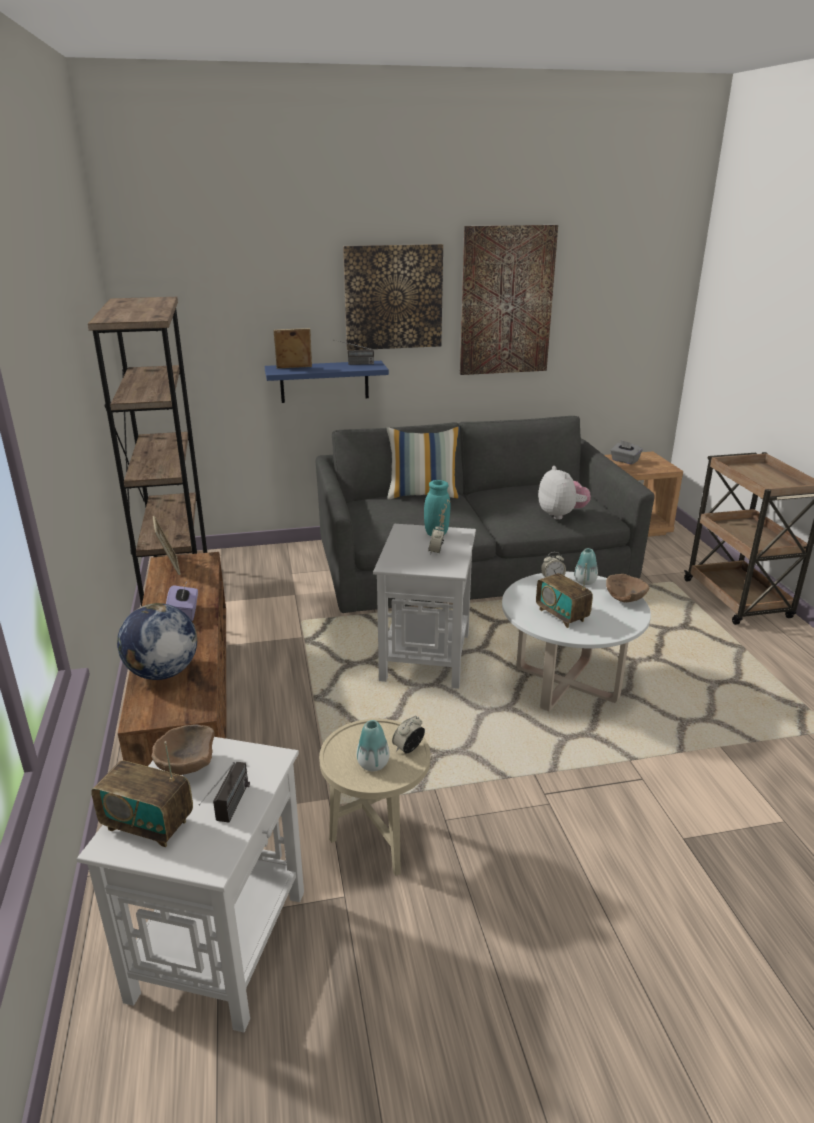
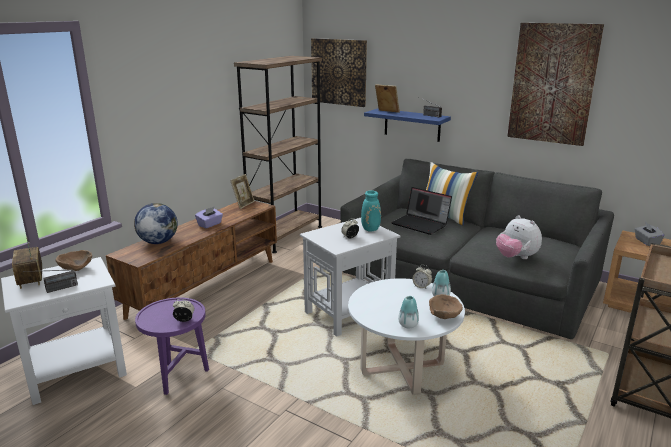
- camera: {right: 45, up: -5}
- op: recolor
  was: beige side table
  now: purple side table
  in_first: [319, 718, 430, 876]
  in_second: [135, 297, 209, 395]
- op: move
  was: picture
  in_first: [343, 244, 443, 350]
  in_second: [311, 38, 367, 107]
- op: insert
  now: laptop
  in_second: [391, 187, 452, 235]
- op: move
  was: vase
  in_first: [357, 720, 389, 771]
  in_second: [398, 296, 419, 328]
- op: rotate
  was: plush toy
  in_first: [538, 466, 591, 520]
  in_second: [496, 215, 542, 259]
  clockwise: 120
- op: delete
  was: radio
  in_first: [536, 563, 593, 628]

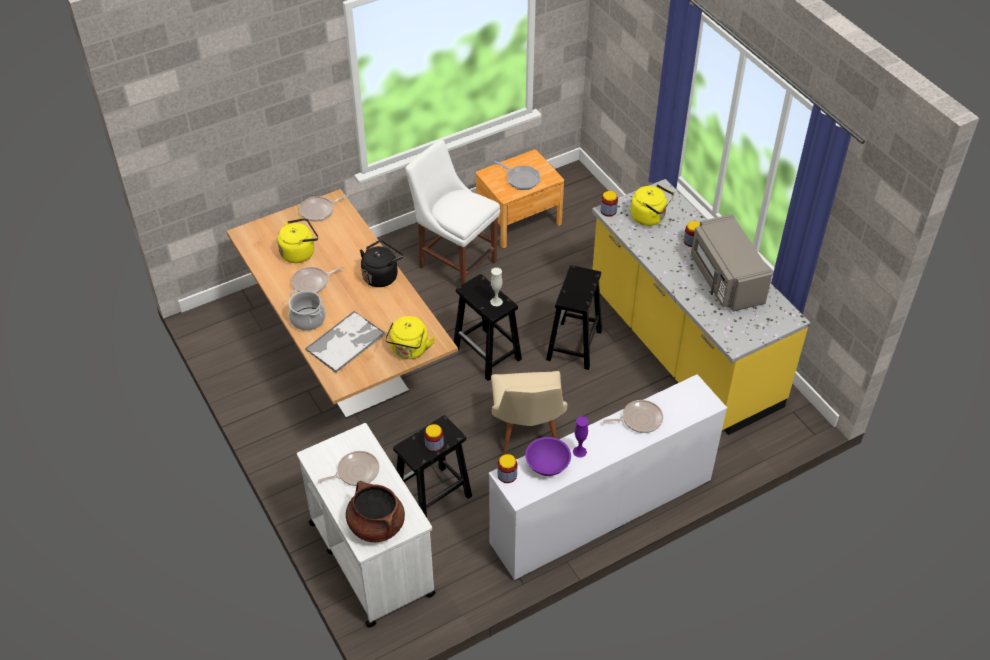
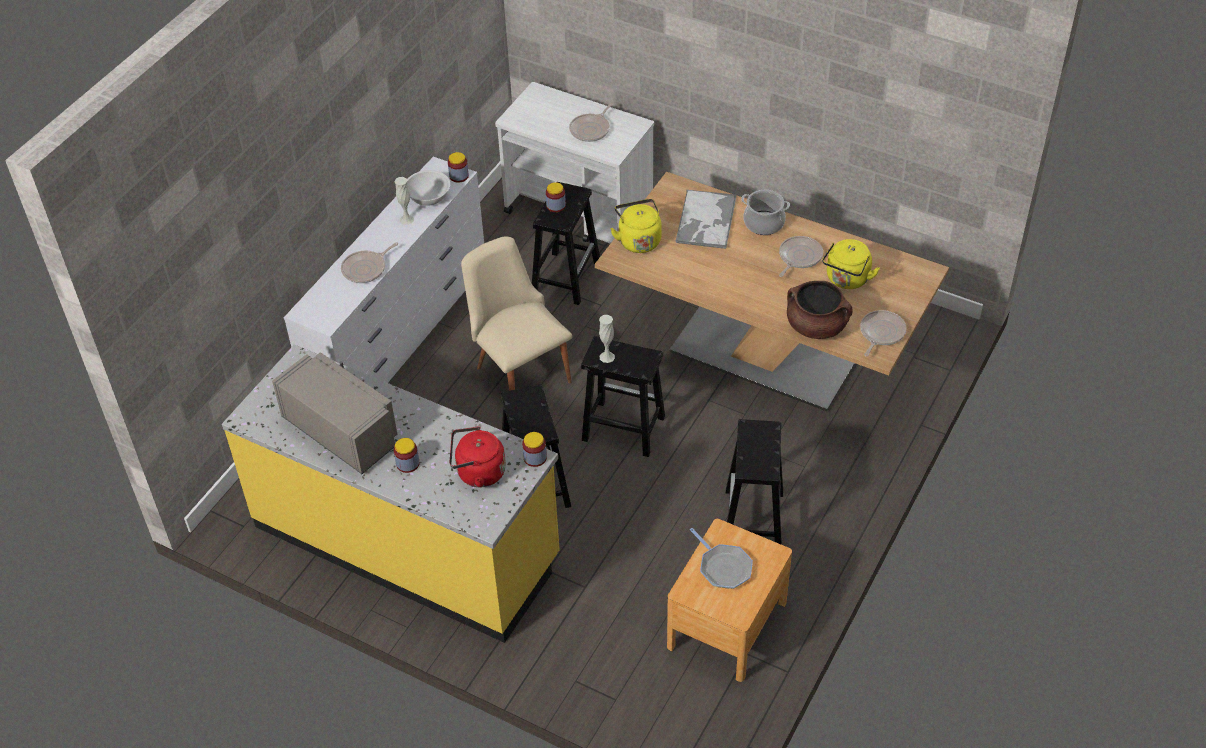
- camera: {right: 150, up: 0}
- op: recolor
  was: purple vase
  now: white vase
  in_first: [573, 416, 589, 458]
  in_second: [394, 177, 414, 225]
- op: recolor
  was: purple bowl
  now: white bowl
  in_first: [525, 437, 571, 476]
  in_second: [407, 170, 450, 206]
- op: recolor
  was: yellow kettle
  now: red kettle
  in_first: [631, 184, 674, 226]
  in_second: [450, 427, 506, 487]
- op: rotate
  was: frying pan
  in_first: [495, 161, 540, 190]
  in_second: [690, 528, 753, 589]
  clockwise: -135
- op: replace
  was: white chair
  now: black stool
  in_first: [405, 140, 500, 285]
  in_second: [726, 419, 783, 545]
- op: move
  was: brown cooking pot
  in_first: [346, 481, 405, 542]
  in_second: [787, 281, 853, 339]
- op: delete
  was: black kettle
  in_first: [360, 240, 404, 287]

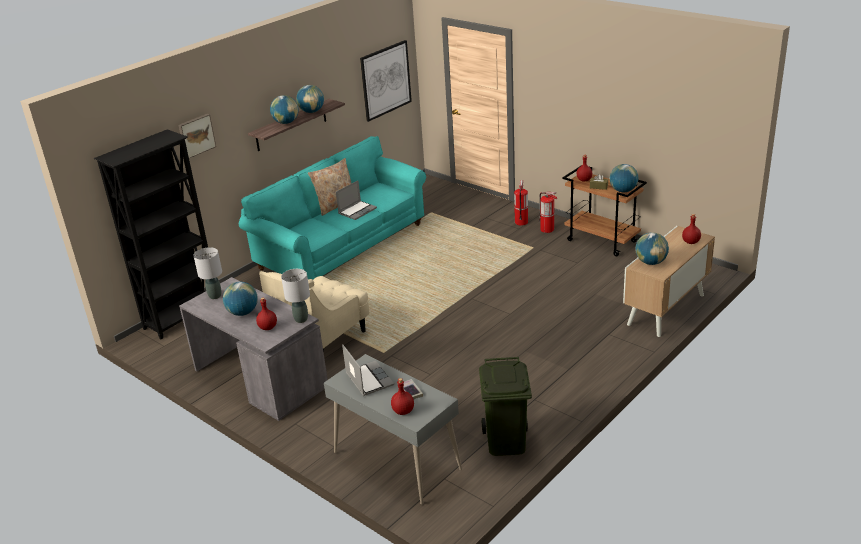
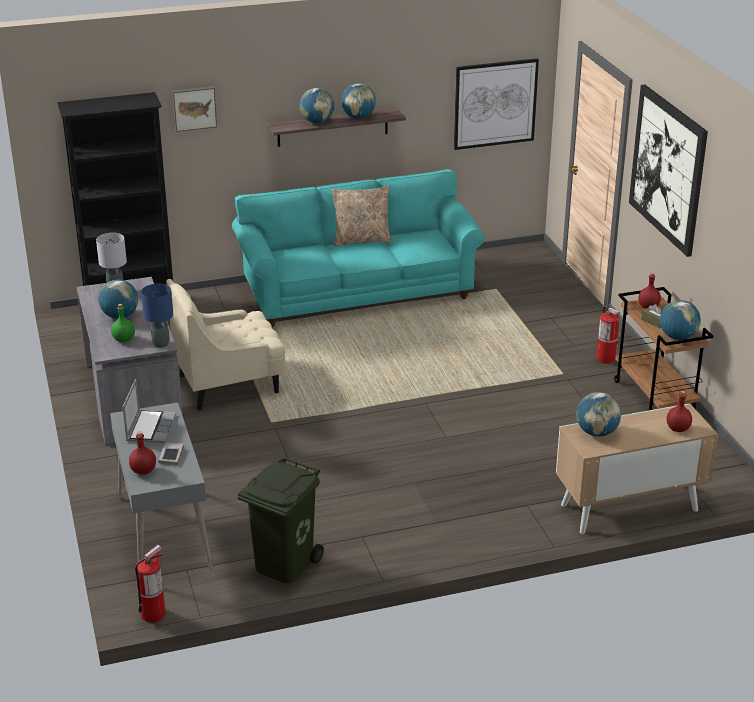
- camera: {right: 30, up: 0}
- op: recolor
  was: red bottle
  now: green bottle
  in_first: [256, 298, 277, 330]
  in_second: [111, 304, 135, 342]
- op: move
  was: fire extinguisher
  in_first: [514, 180, 528, 225]
  in_second: [135, 545, 165, 622]
- op: recolor
  was: grey table lamp
  now: blue table lamp
  in_first: [281, 269, 310, 323]
  in_second: [141, 284, 173, 348]
- op: insert
  now: picture
  in_second: [629, 84, 708, 257]
- op: delete
  was: laptop
  in_first: [336, 180, 377, 220]

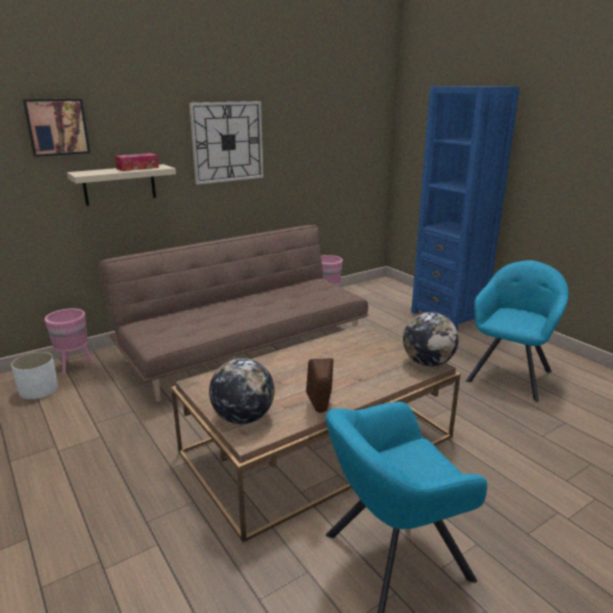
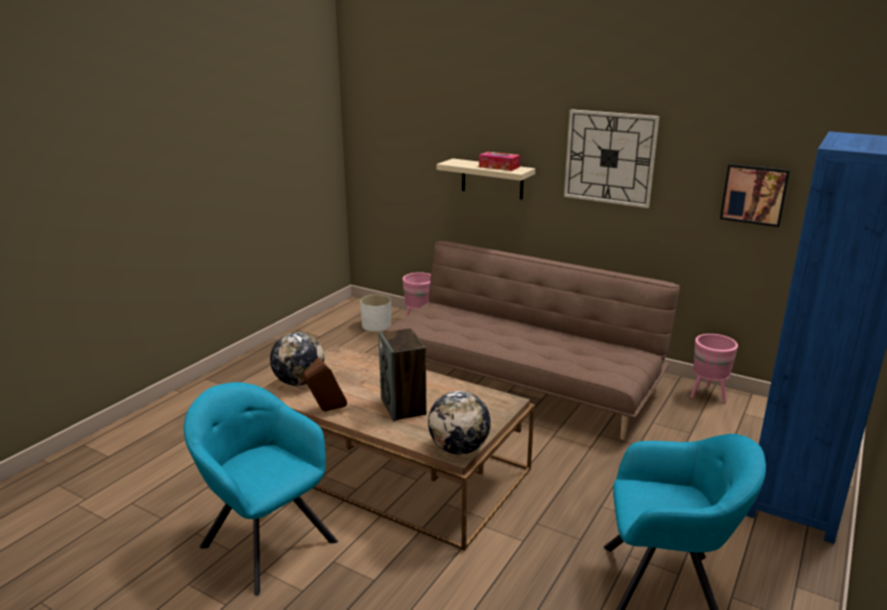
- camera: {right: 65, up: 0}
- op: insert
  now: speaker
  in_second: [379, 328, 426, 421]
- op: move
  was: picture
  in_first: [22, 98, 90, 157]
  in_second: [720, 163, 790, 227]

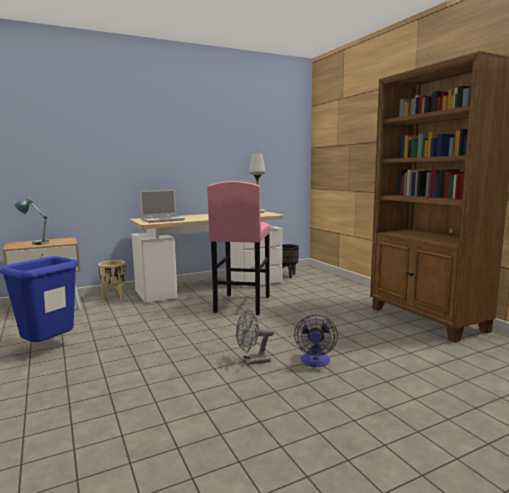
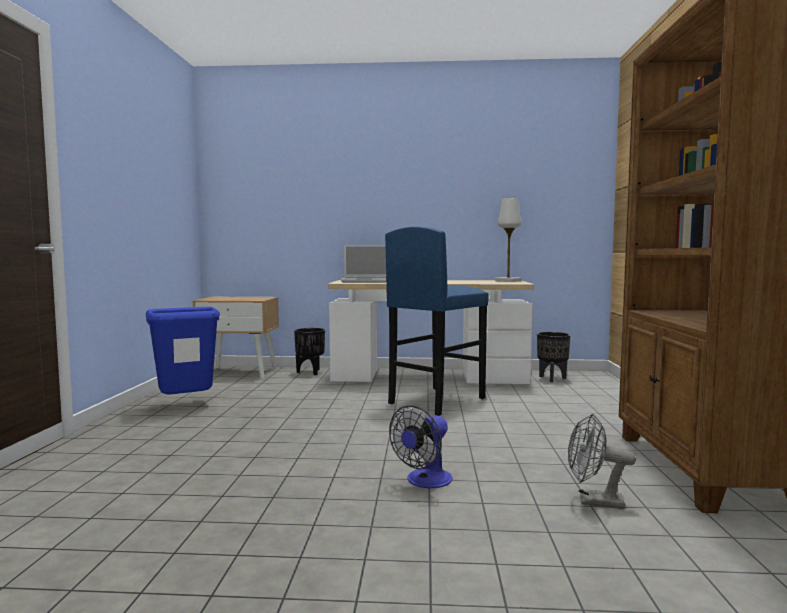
- camera: {right: 30, up: -5}
- op: recolor
  was: beige planter
  now: black planter
  in_first: [98, 260, 126, 300]
  in_second: [294, 328, 325, 375]
- op: recolor
  was: pink stool
  now: blue stool
  in_first: [207, 181, 270, 315]
  in_second: [385, 226, 489, 416]
- op: move
  was: grey fan
  in_first: [236, 309, 274, 365]
  in_second: [568, 414, 636, 509]
- op: delete
  was: table lamp
  in_first: [14, 198, 49, 245]

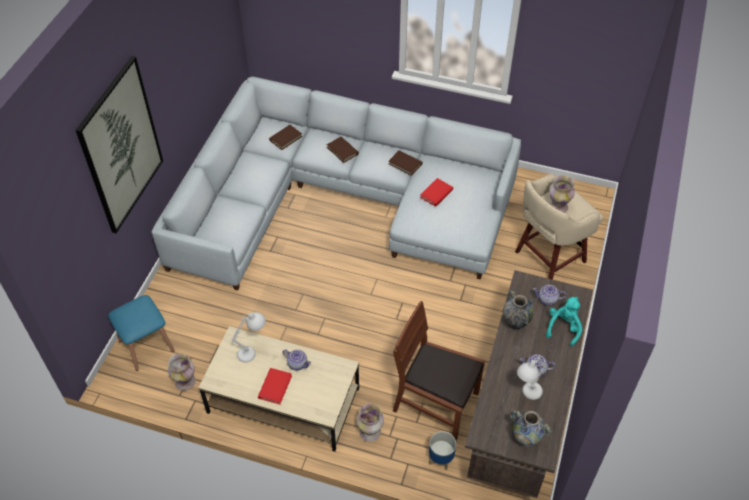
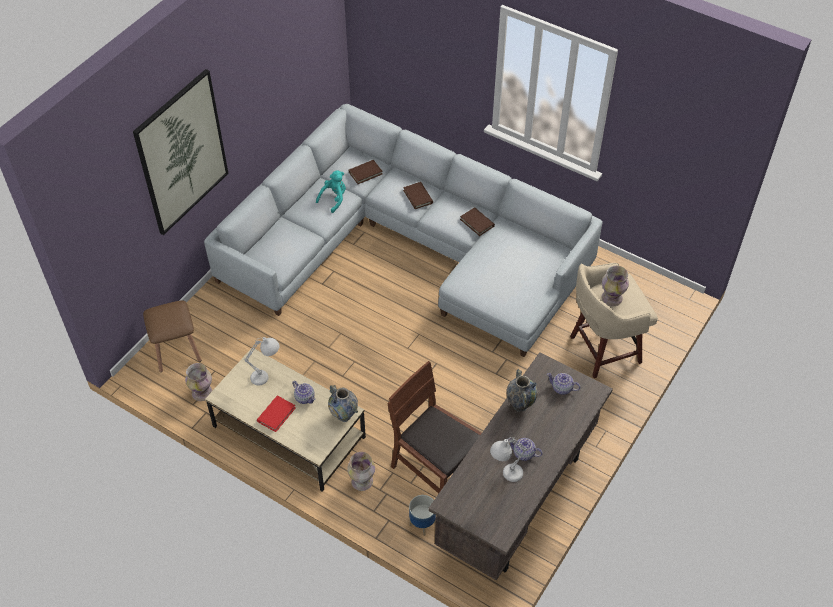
- camera: {right: 15, up: 0}
- op: recolor
  was: blue stool
  now: brown stool
  in_first: [108, 295, 175, 371]
  in_second: [143, 300, 201, 372]
- op: move
  was: turquoise plush toy
  in_first: [546, 297, 582, 347]
  in_second: [316, 171, 346, 213]
- op: move
  was: vase
  in_first: [509, 410, 552, 447]
  in_second: [328, 385, 358, 422]
- op: delete
  was: red book
  in_first: [420, 178, 453, 207]

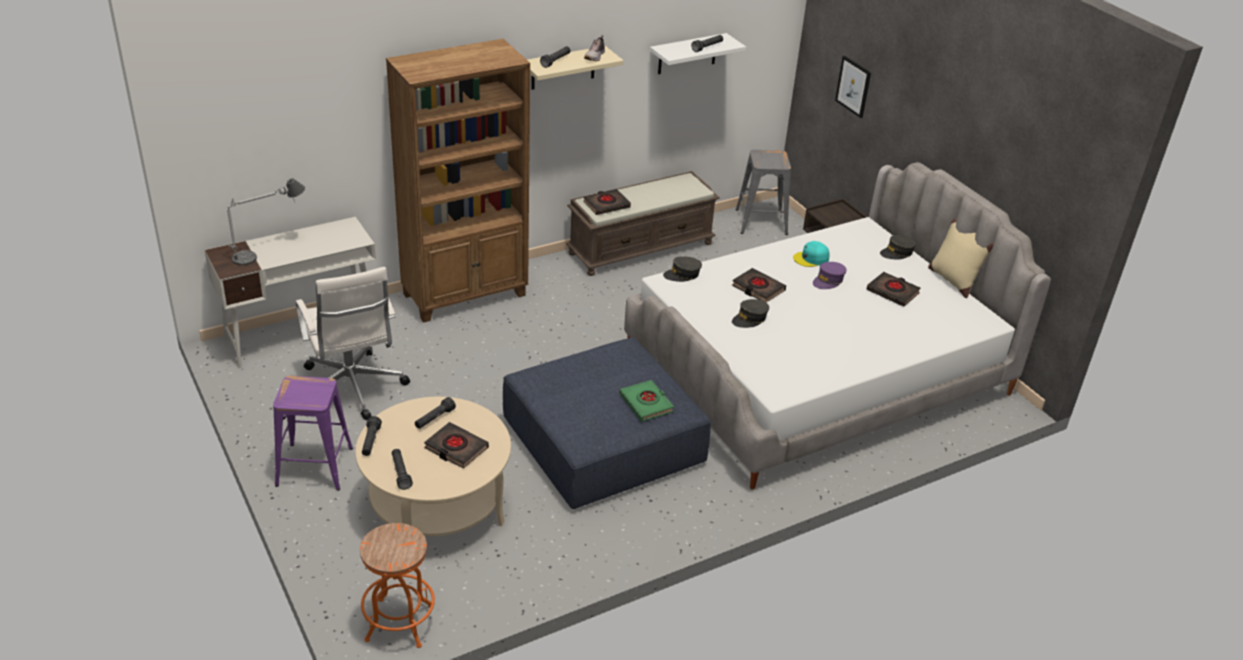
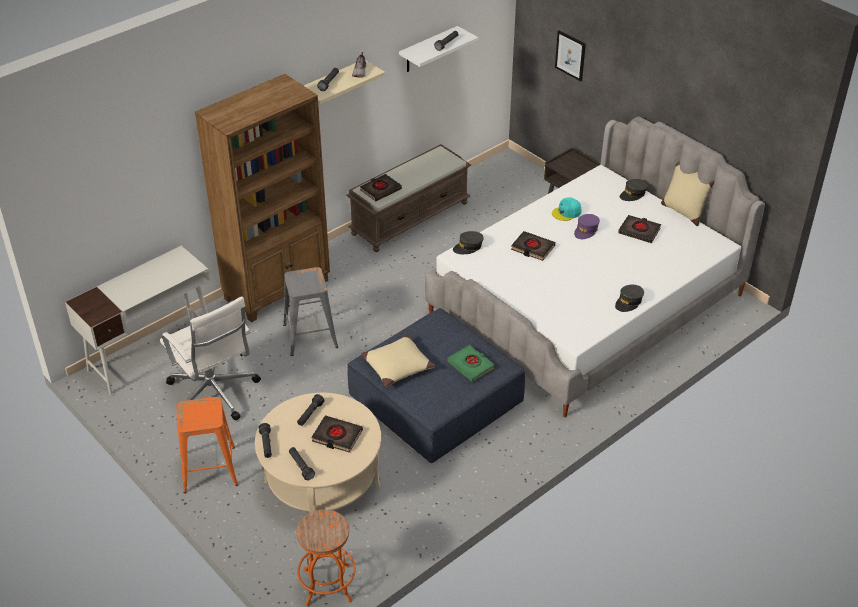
- camera: {right: -10, up: 5}
- op: recolor
  was: purple stool
  now: orange stool
  in_first: [273, 376, 353, 491]
  in_second: [176, 397, 238, 493]
- op: move
  was: grey stool
  in_first: [736, 150, 791, 235]
  in_second: [283, 267, 338, 356]
- op: insert
  now: beige pillow
  in_second: [361, 334, 436, 387]
- op: move
  was: grey cap
  in_first: [732, 299, 769, 328]
  in_second: [615, 285, 644, 312]
- op: delete
  was: table lamp
  in_first: [227, 178, 305, 265]

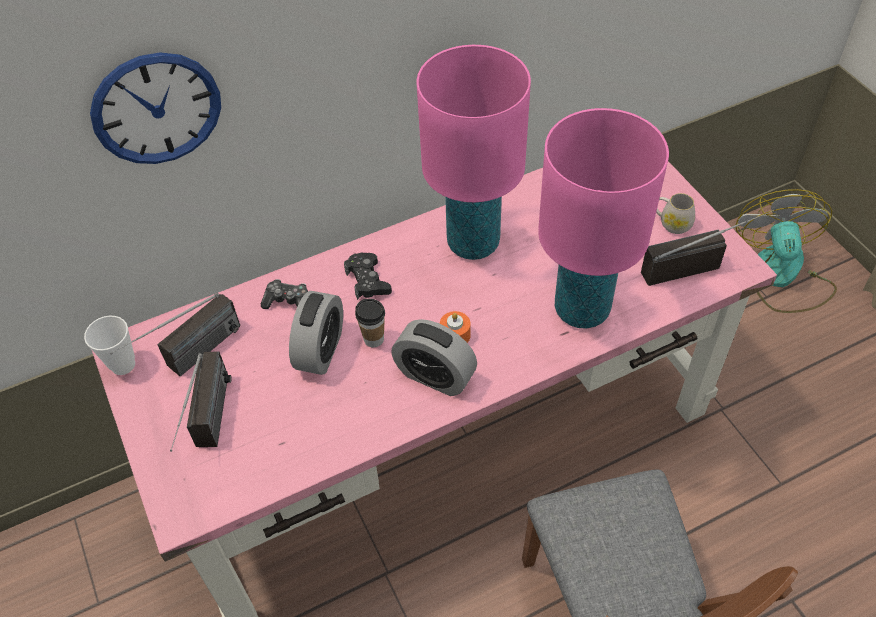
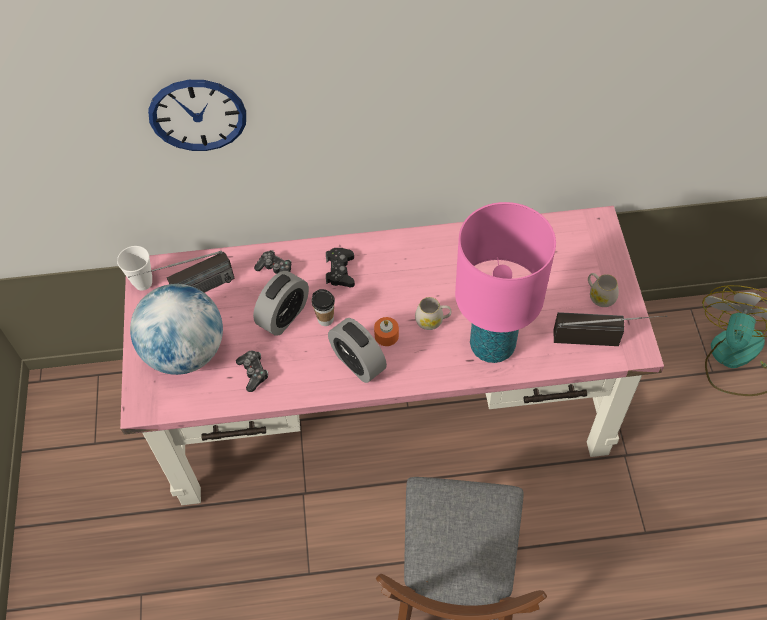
- camera: {right: 20, up: 5}
- op: replace
  was: radio
  now: globe
  in_first: [170, 351, 232, 452]
  in_second: [130, 284, 223, 375]
- op: insert
  now: game controller
  in_second: [236, 351, 268, 392]
- op: insert
  now: white mug
  in_second: [415, 297, 451, 330]
- op: delete
  was: pink table lamp
  in_first: [417, 45, 531, 260]

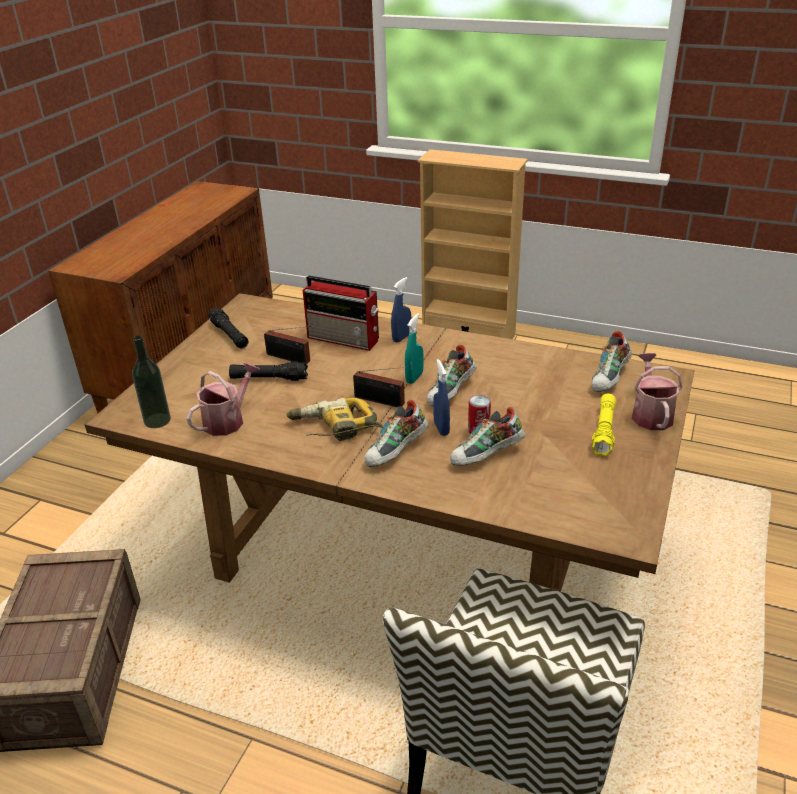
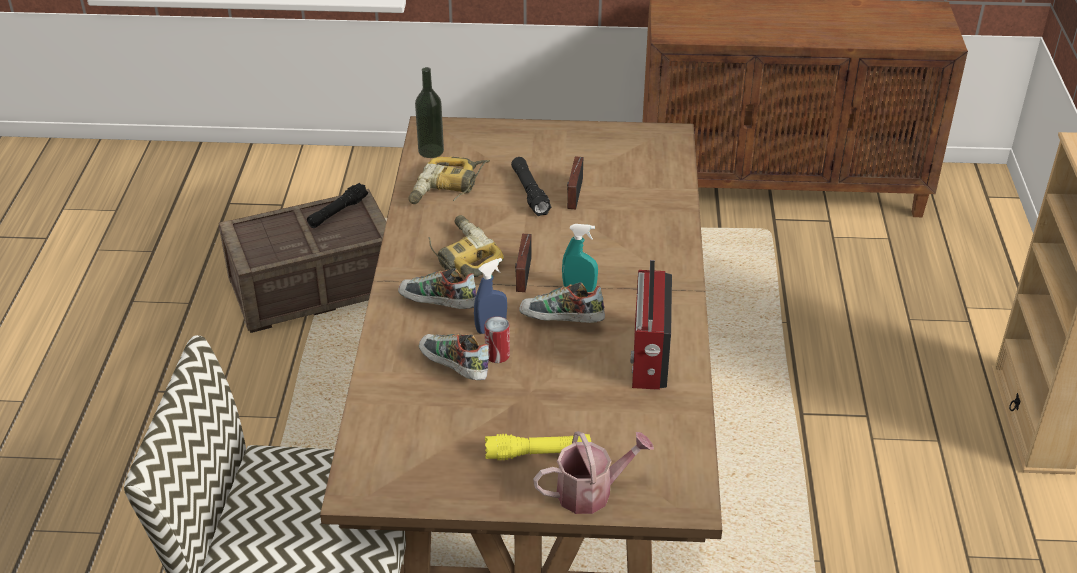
- camera: {right: 70, up: 5}
- op: move
  was: black flashlight
  in_first: [208, 307, 248, 348]
  in_second: [307, 183, 368, 228]
- op: replace
  was: watering can
  now: power drill
  in_first: [186, 362, 261, 436]
  in_second: [408, 157, 490, 204]
- op: move
  was: radio
  in_first: [303, 276, 379, 351]
  in_second: [630, 260, 672, 390]
- op: delete
  was: blue spray bottle
  in_first: [391, 277, 411, 343]
- op: delete
  was: shoe
  in_first: [591, 331, 632, 392]

